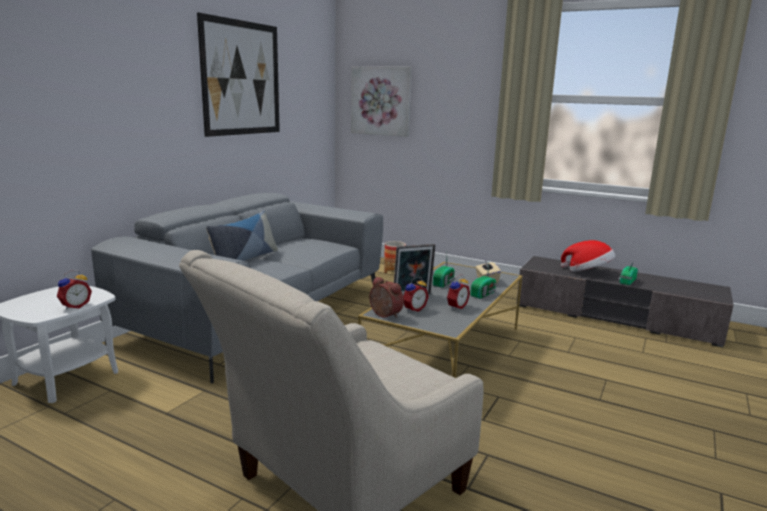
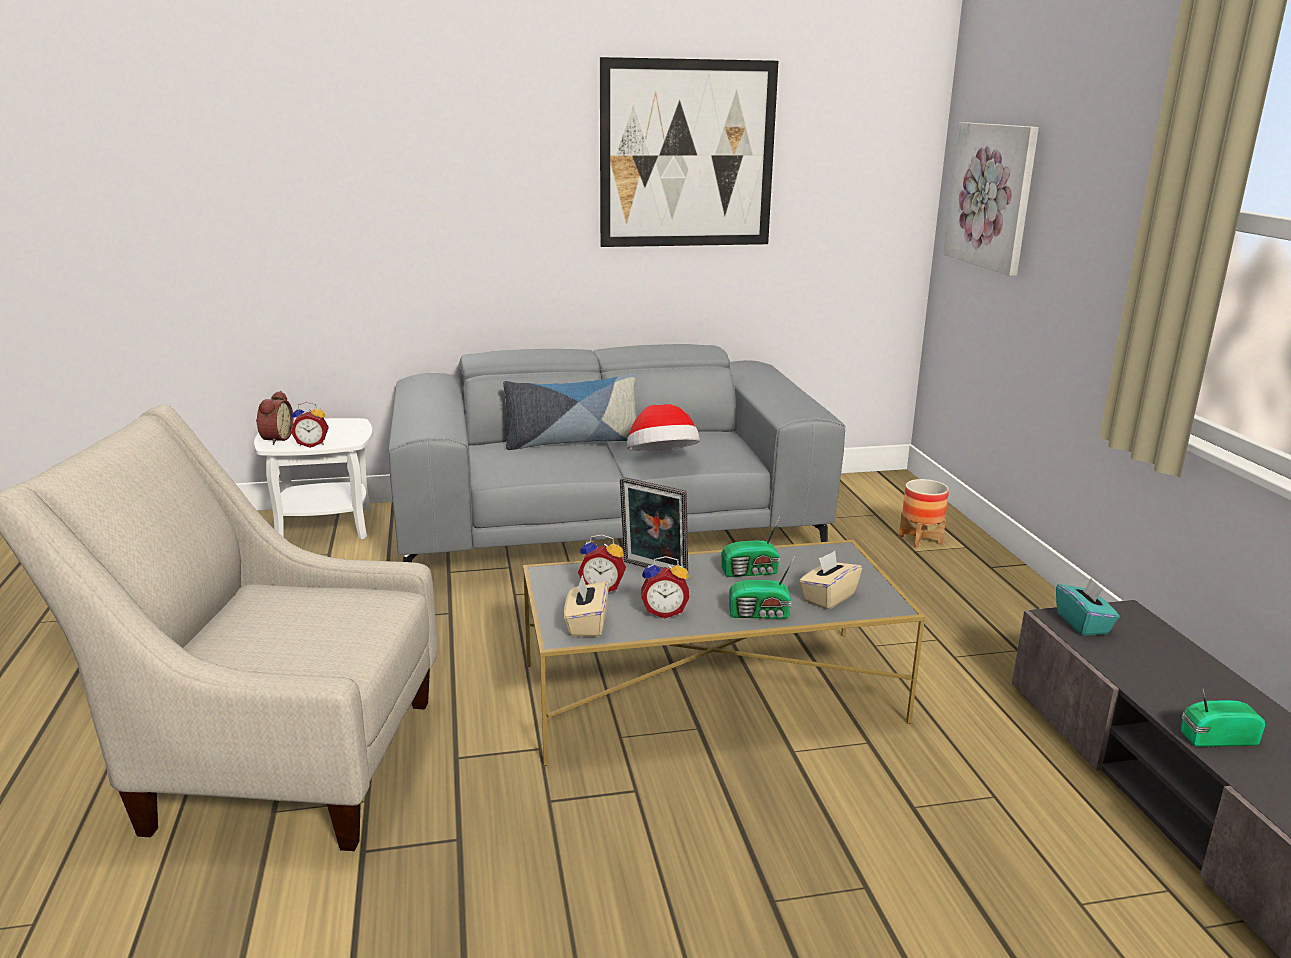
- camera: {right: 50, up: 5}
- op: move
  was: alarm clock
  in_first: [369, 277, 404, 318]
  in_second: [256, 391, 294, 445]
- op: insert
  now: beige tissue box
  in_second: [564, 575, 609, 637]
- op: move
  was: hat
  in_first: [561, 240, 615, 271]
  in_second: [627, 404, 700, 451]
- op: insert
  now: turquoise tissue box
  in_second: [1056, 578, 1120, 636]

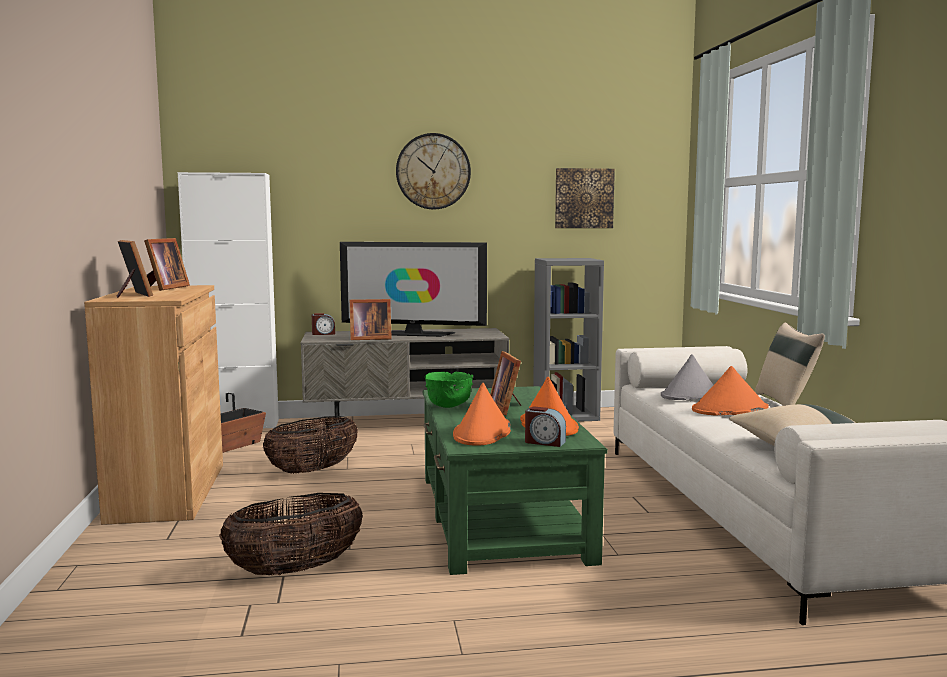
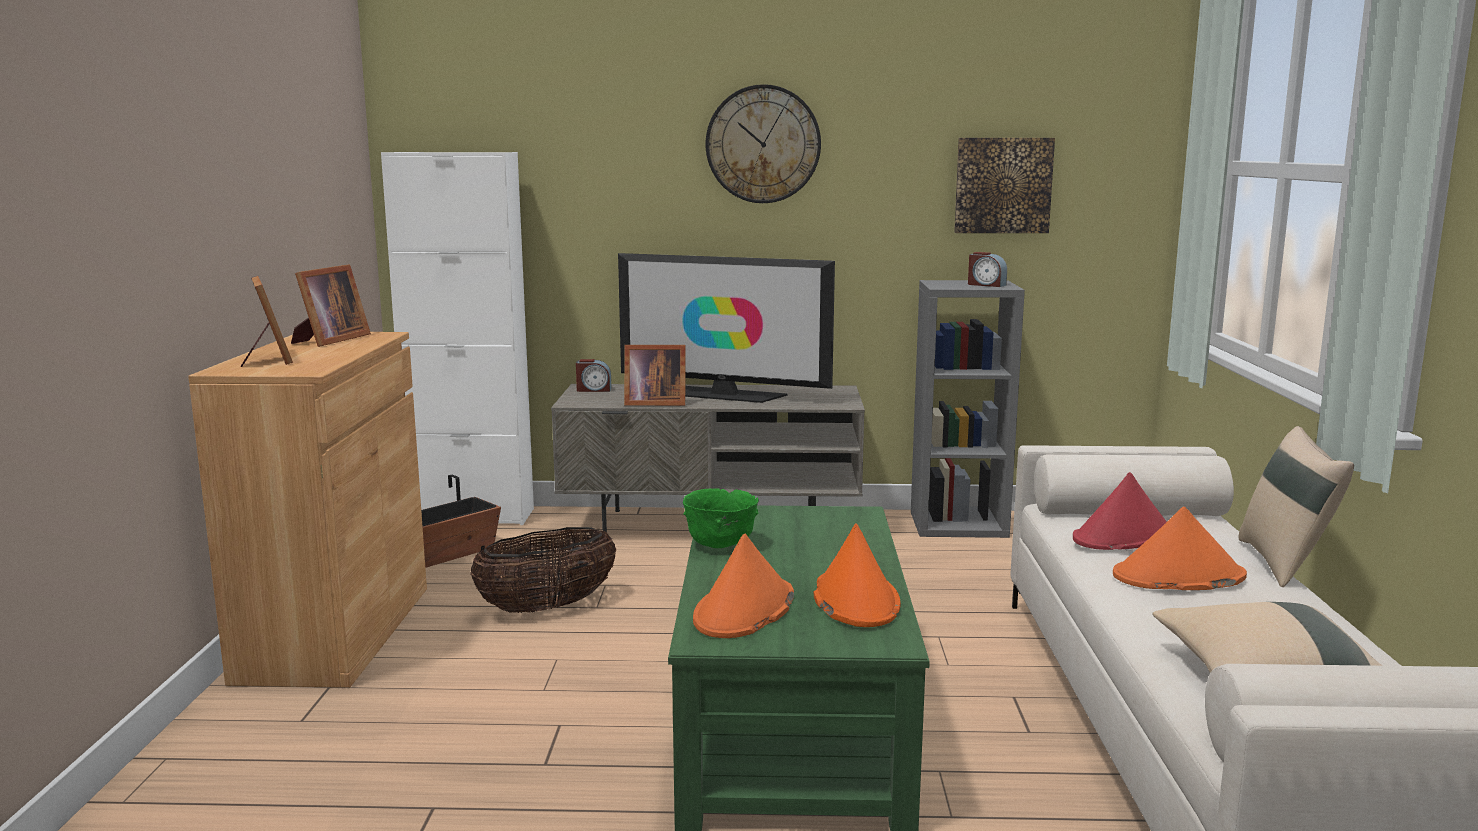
- camera: {right: 10, up: 5}
- op: move
  was: alarm clock
  in_first: [525, 406, 566, 447]
  in_second: [968, 252, 1007, 287]
- op: recolor
  was: grey hat
  now: red hat
  in_first: [661, 354, 713, 400]
  in_second: [1073, 472, 1166, 550]
- op: delete
  was: basket
  in_first: [219, 493, 363, 575]
- op: delete
  was: picture frame
  in_first: [490, 351, 521, 416]

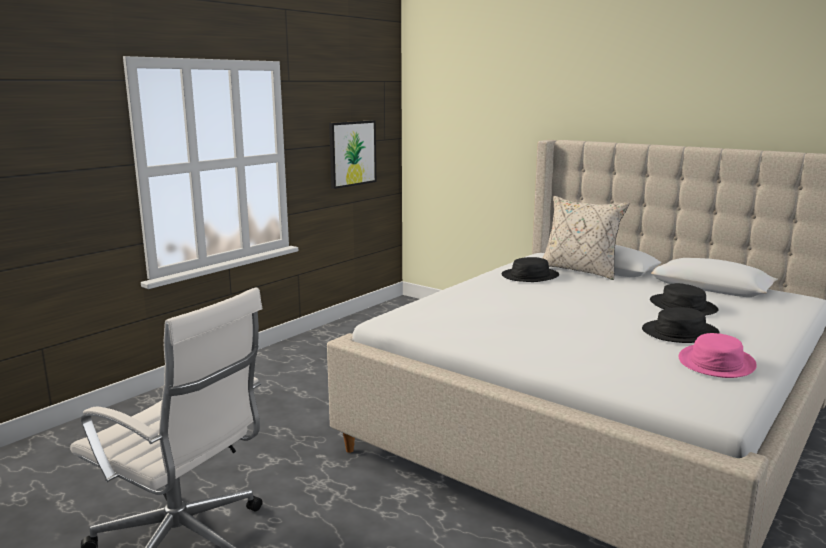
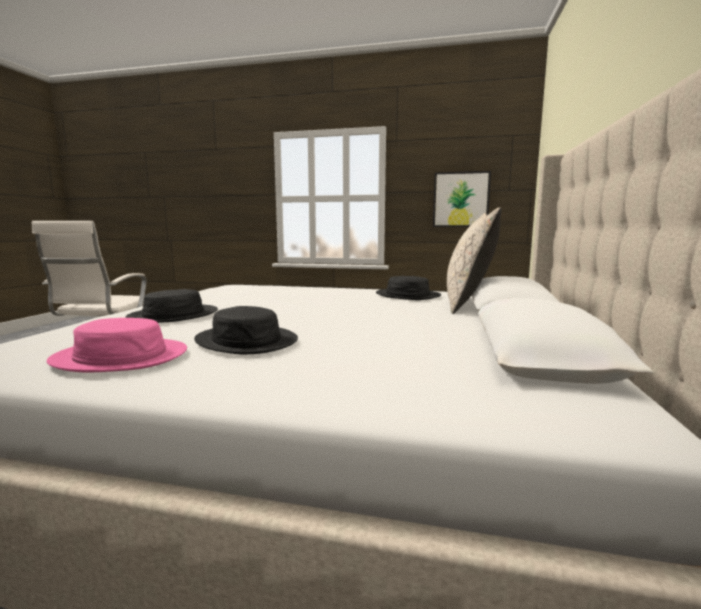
- camera: {right: 65, up: -5}
- op: move
  was: black hat
  in_first: [650, 283, 718, 316]
  in_second: [126, 289, 218, 323]

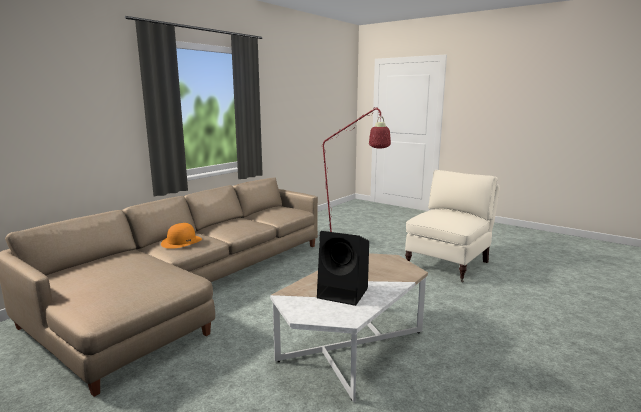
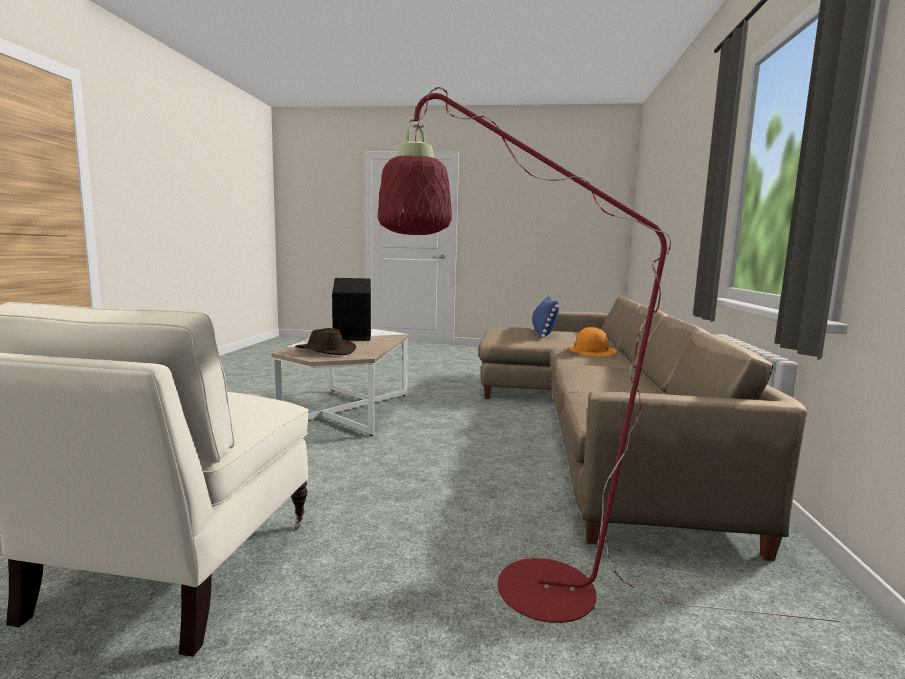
- camera: {right: 150, up: -5}
- op: insert
  now: brown hat
  in_second: [295, 328, 356, 355]
- op: insert
  now: blue pillow
  in_second: [532, 296, 559, 338]

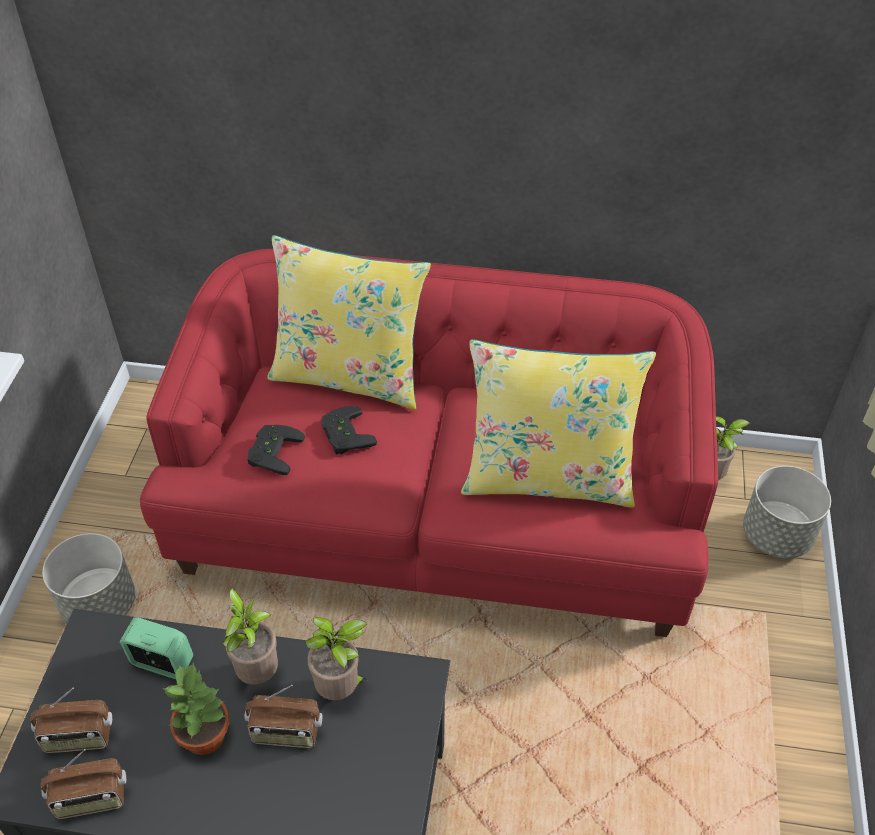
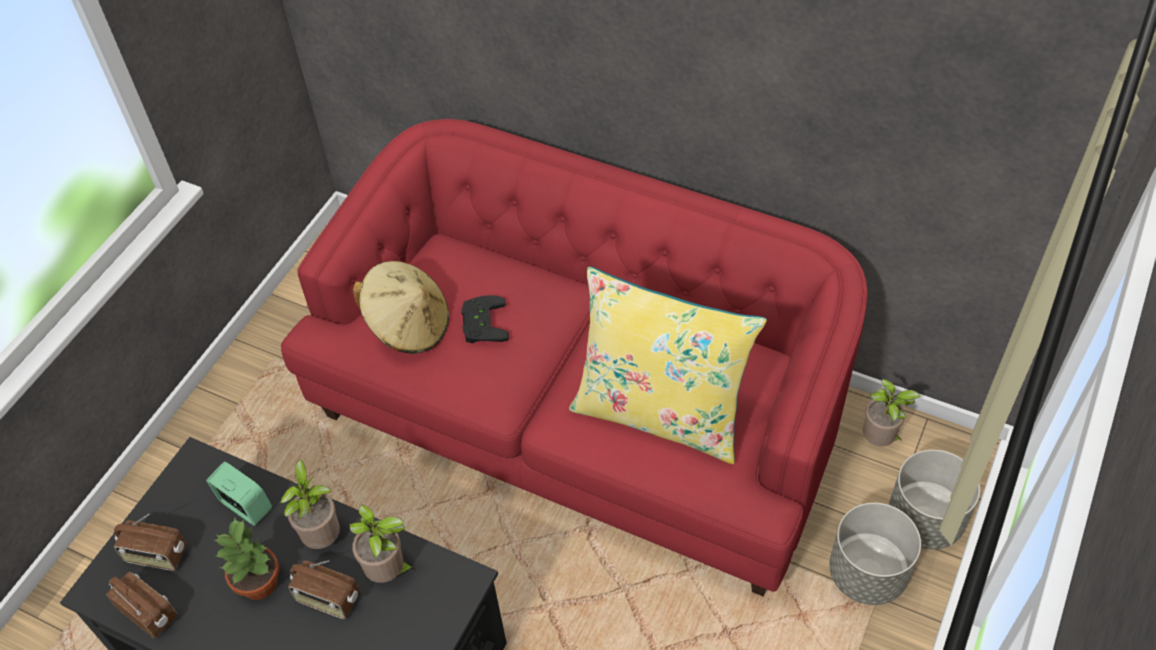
- camera: {right: 20, up: 5}
- op: rotate
  was: radio
  in_first: [41, 749, 126, 819]
  in_second: [106, 572, 178, 639]
  clockwise: -150
- op: replace
  was: black game controller
  now: beige hat
  in_first: [248, 425, 305, 475]
  in_second: [353, 261, 449, 354]
- op: move
  was: grey planter
  in_first: [42, 533, 135, 624]
  in_second: [829, 503, 921, 605]
- op: delete
  was: yellow pillow
  in_first: [267, 235, 431, 410]

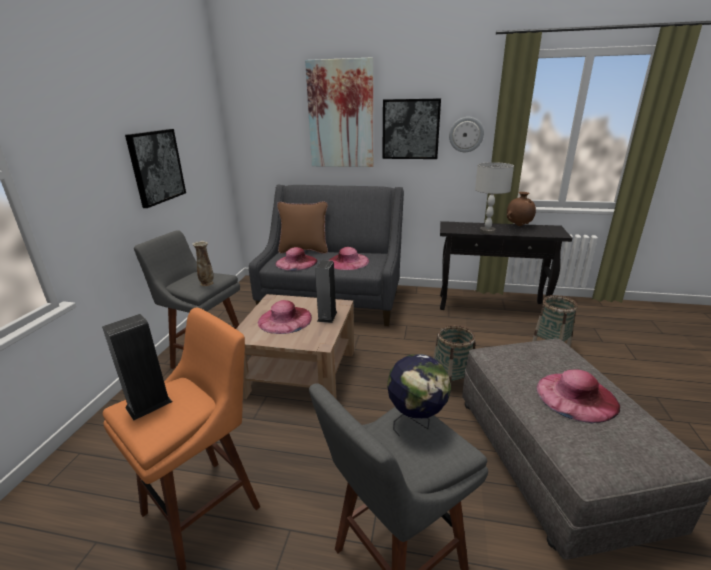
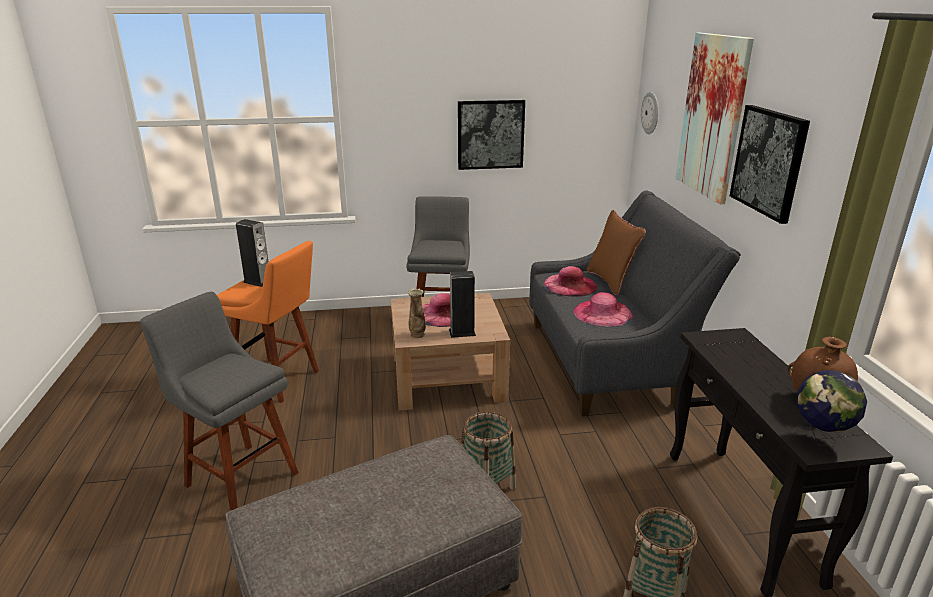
- camera: {right: 70, up: 0}
- op: move
  was: vase
  in_first: [192, 241, 214, 286]
  in_second: [408, 288, 426, 338]
- op: move
  was: wall clock
  in_first: [449, 117, 484, 152]
  in_second: [641, 92, 659, 134]
- op: move
  was: globe
  in_first: [387, 354, 451, 436]
  in_second: [791, 370, 867, 447]
- op: delete
  was: grey table lamp
  in_first: [475, 162, 514, 234]
- op: delete
  was: pink hat
  in_first: [536, 369, 620, 424]

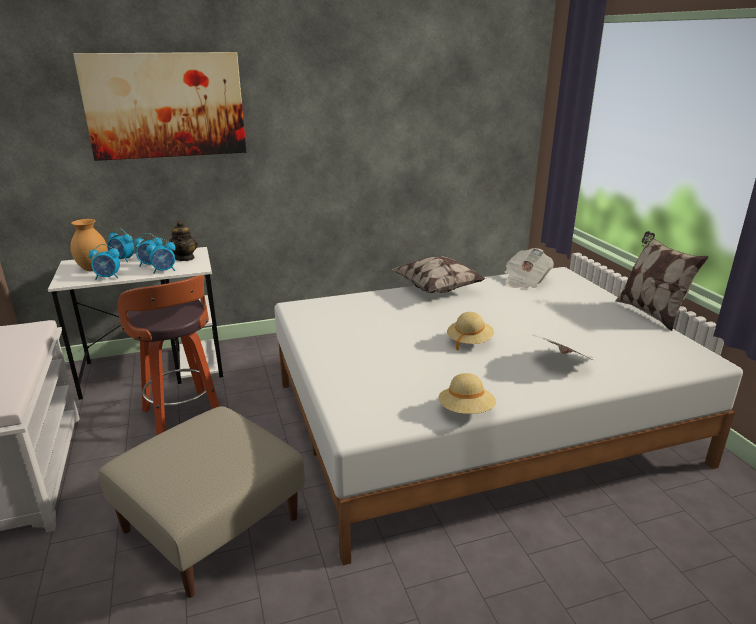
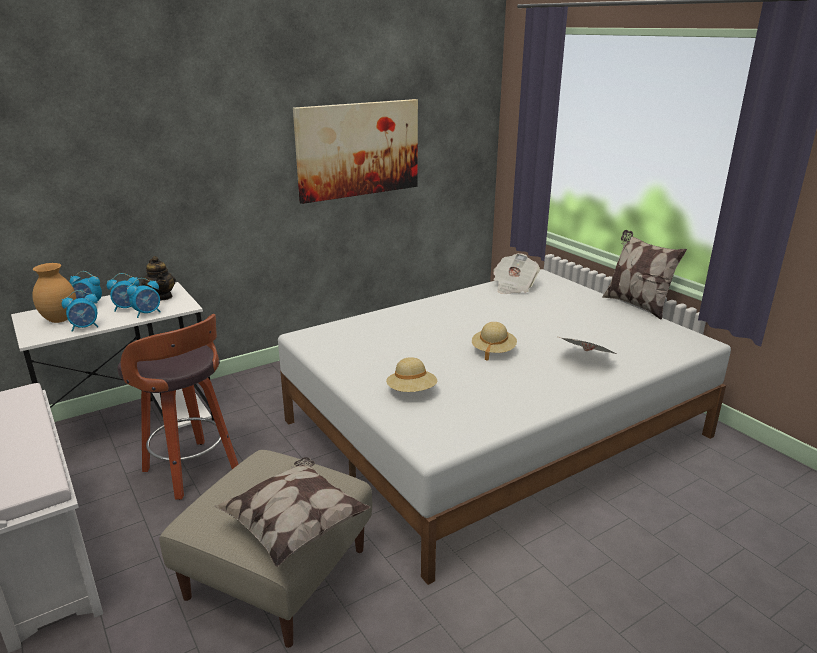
- camera: {right: -15, up: 0}
- op: move
  was: pillow
  in_first: [391, 256, 486, 293]
  in_second: [214, 457, 371, 567]
- op: move
  was: picture
  in_first: [73, 52, 246, 161]
  in_second: [293, 99, 418, 204]
- op: move
  was: beige hat
  in_first: [439, 373, 496, 414]
  in_second: [386, 357, 437, 392]

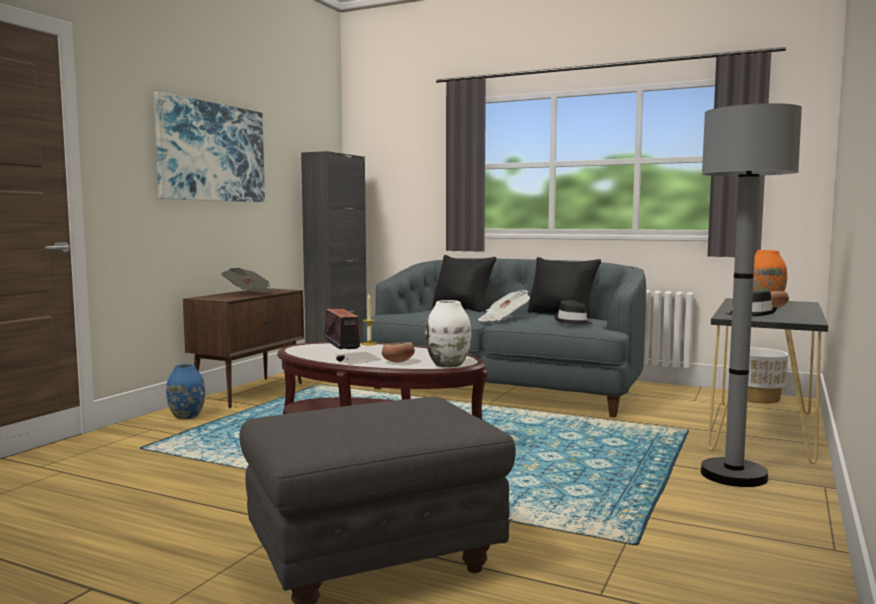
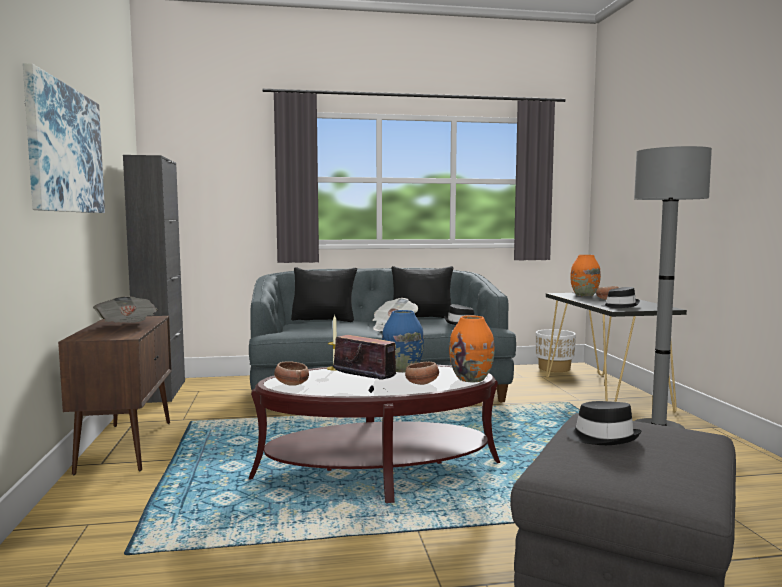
- camera: {right: -35, up: 0}
- op: insert
  now: bowl
  in_second: [274, 361, 309, 386]
- op: move
  was: blue vase
  in_first: [166, 364, 205, 419]
  in_second: [382, 310, 424, 373]
- op: recolor
  was: white vase
  now: orange vase
  in_first: [425, 300, 471, 368]
  in_second: [449, 315, 495, 382]
- op: insert
  now: black hat
  in_second: [566, 401, 641, 445]

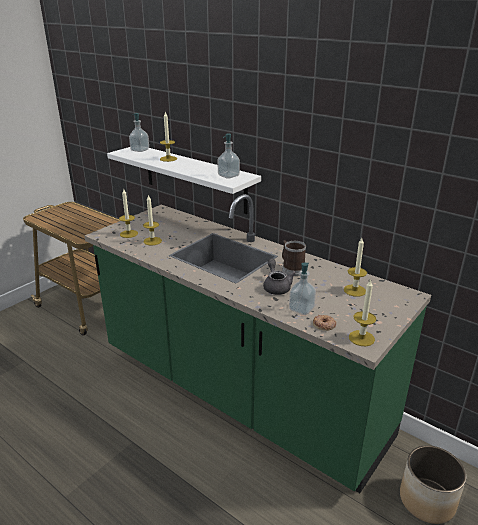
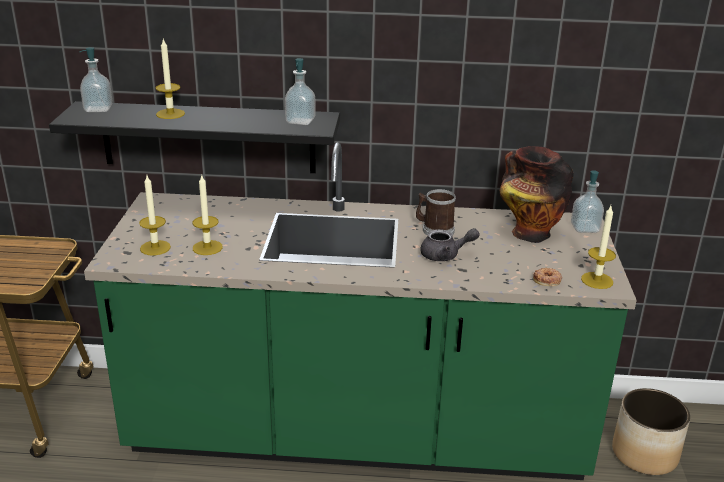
- camera: {right: -35, up: 0}
- op: recolor
  was: white shelf
  now: black shelf
  in_first: [107, 147, 261, 214]
  in_second: [49, 101, 340, 173]
- op: rotate
  was: grey teapot
  in_first: [263, 259, 296, 295]
  in_second: [420, 228, 480, 261]
  clockwise: 135
- op: replace
  was: candle
  now: vase
  in_first: [344, 238, 367, 297]
  in_second: [500, 146, 574, 243]
- op: move
  was: soap dispenser
  in_first: [289, 263, 316, 315]
  in_second: [571, 170, 604, 233]

